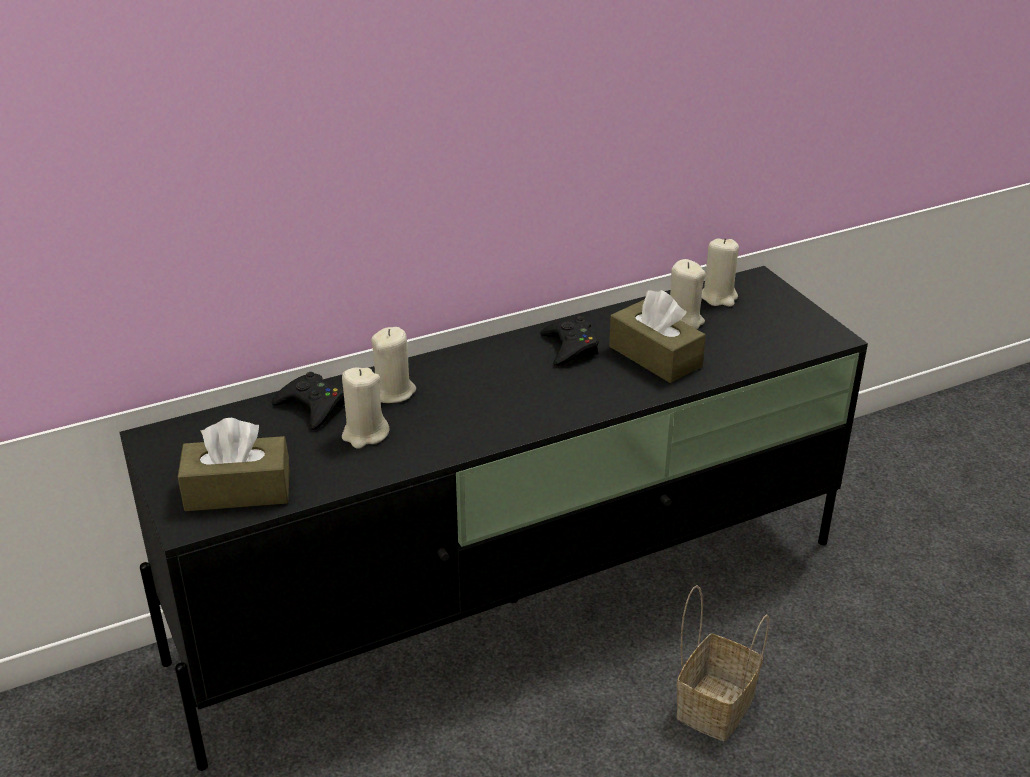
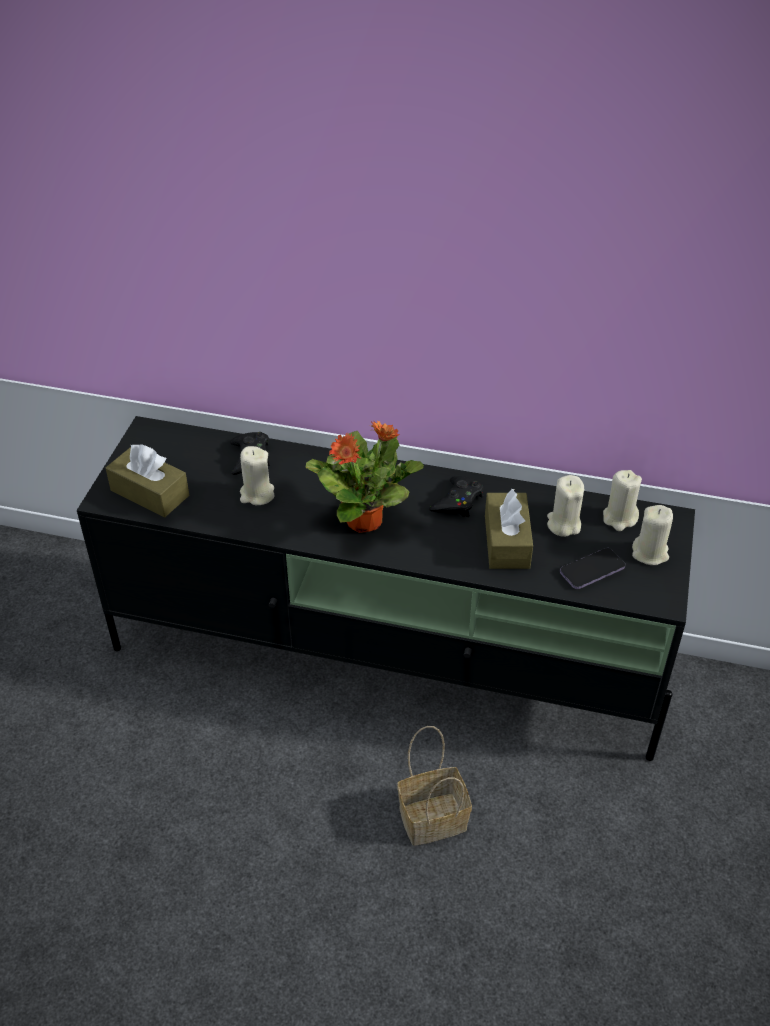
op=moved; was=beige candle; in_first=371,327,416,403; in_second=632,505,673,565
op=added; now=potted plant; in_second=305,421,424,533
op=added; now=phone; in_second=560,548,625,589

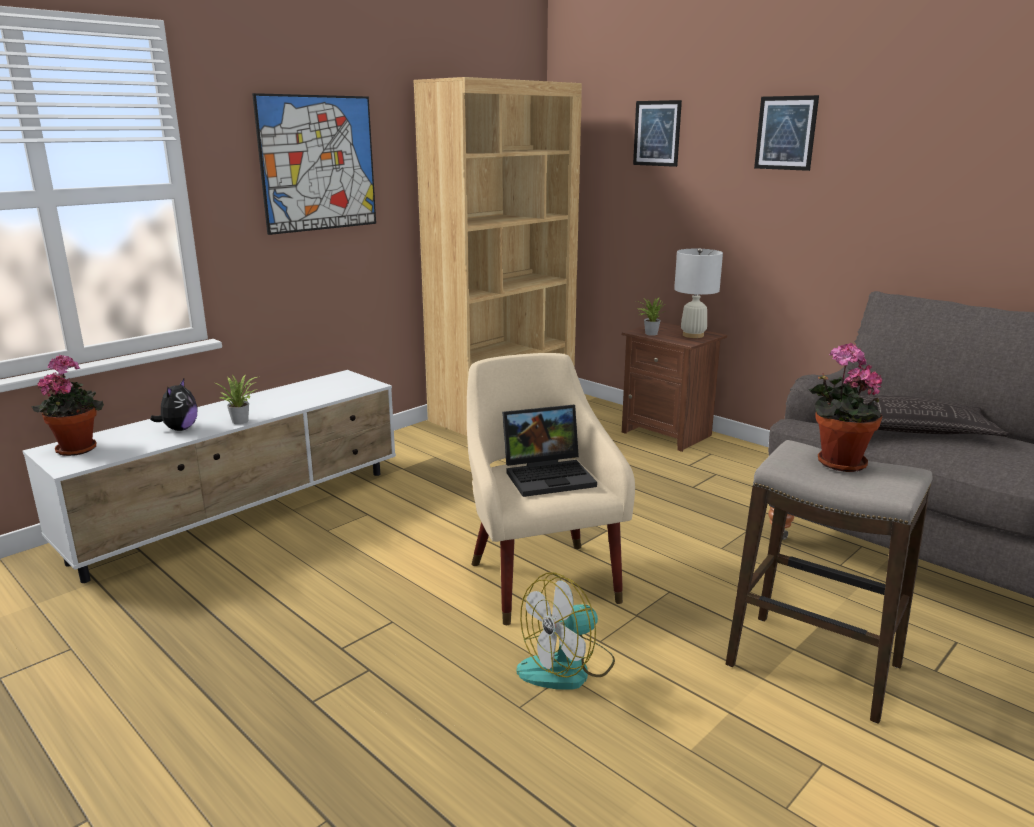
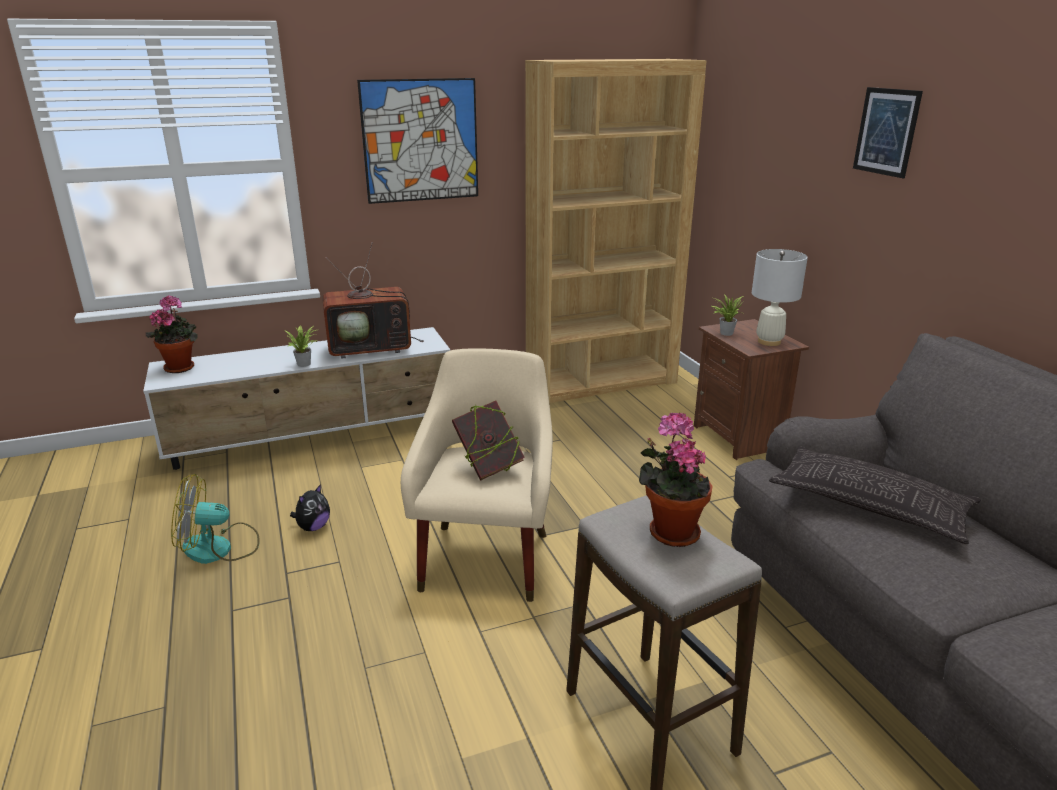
op=removed; was=picture; in_first=633,100,682,167
op=moved; was=plush toy; in_first=150,379,198,431; in_second=290,484,330,531
op=replaced; was=laptop; now=book; in_first=502,405,597,497; in_second=452,401,525,481
op=moved; was=fan; in_first=517,572,615,690; in_second=171,474,260,564
op=added; now=television; in_second=322,242,424,359

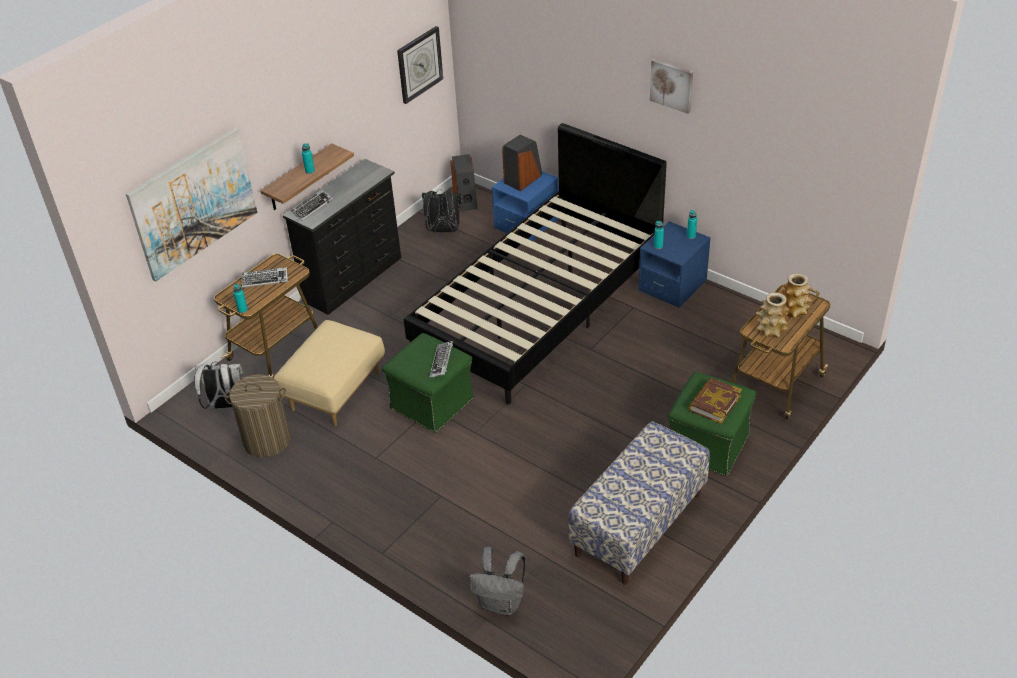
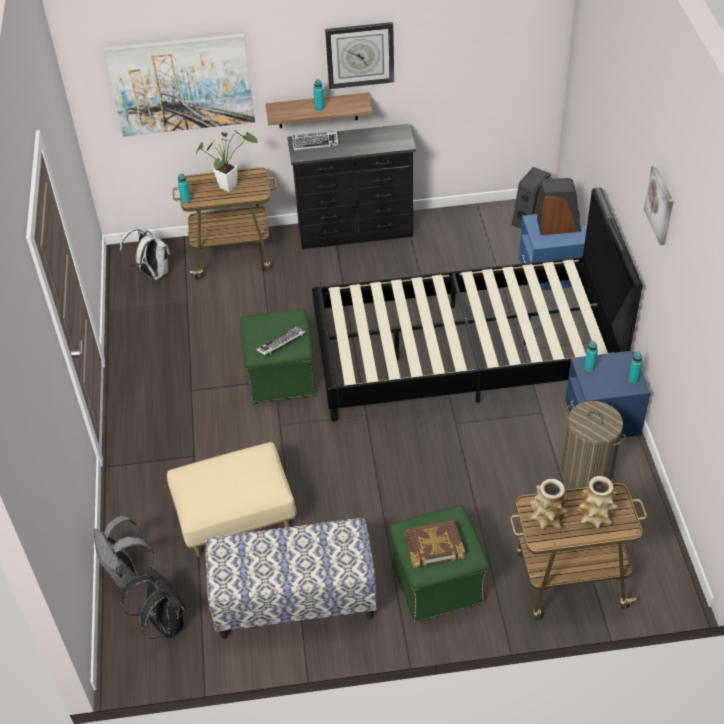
op=moved; was=wall clock; in_first=397,26,443,104; in_second=325,22,394,89
op=moved; was=black backpack; in_first=422,190,462,233; in_second=121,567,186,639
op=replaced; was=keyboard; now=potted plant; in_first=241,267,288,288; in_second=196,129,258,192
op=moved; was=beige ottoman; in_first=274,320,385,426; in_second=167,442,296,557
op=moved; was=laundry basket; in_first=224,374,291,457; in_second=562,401,626,488

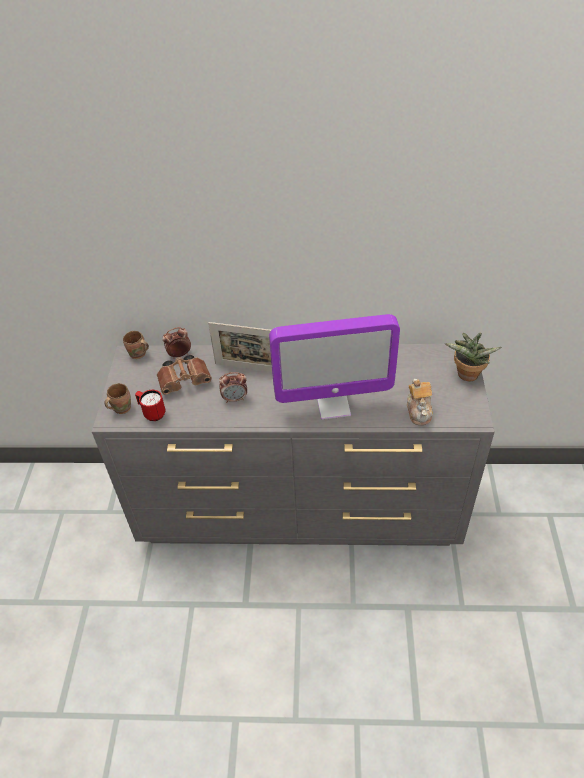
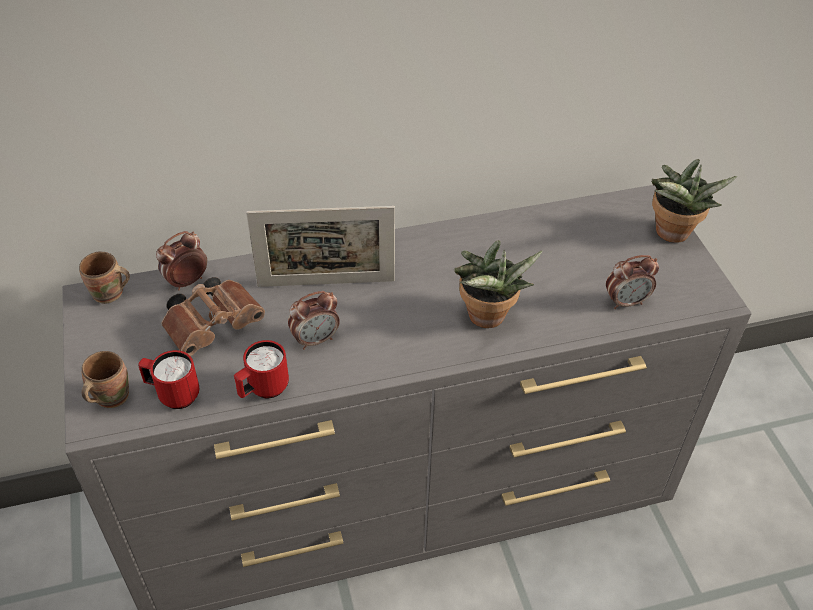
op=replaced; was=monitor; now=potted plant; in_first=269,314,400,420; in_second=454,240,542,328
op=replaced; was=teapot; now=alarm clock; in_first=407,379,433,425; in_second=606,255,659,309
op=added; now=red mug; in_second=234,340,289,398

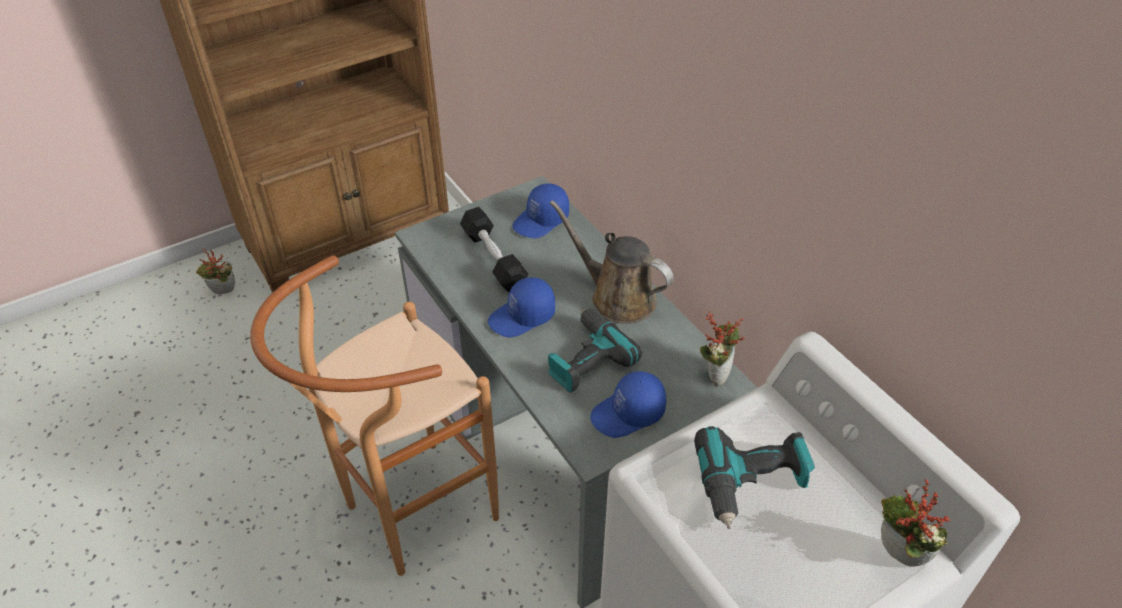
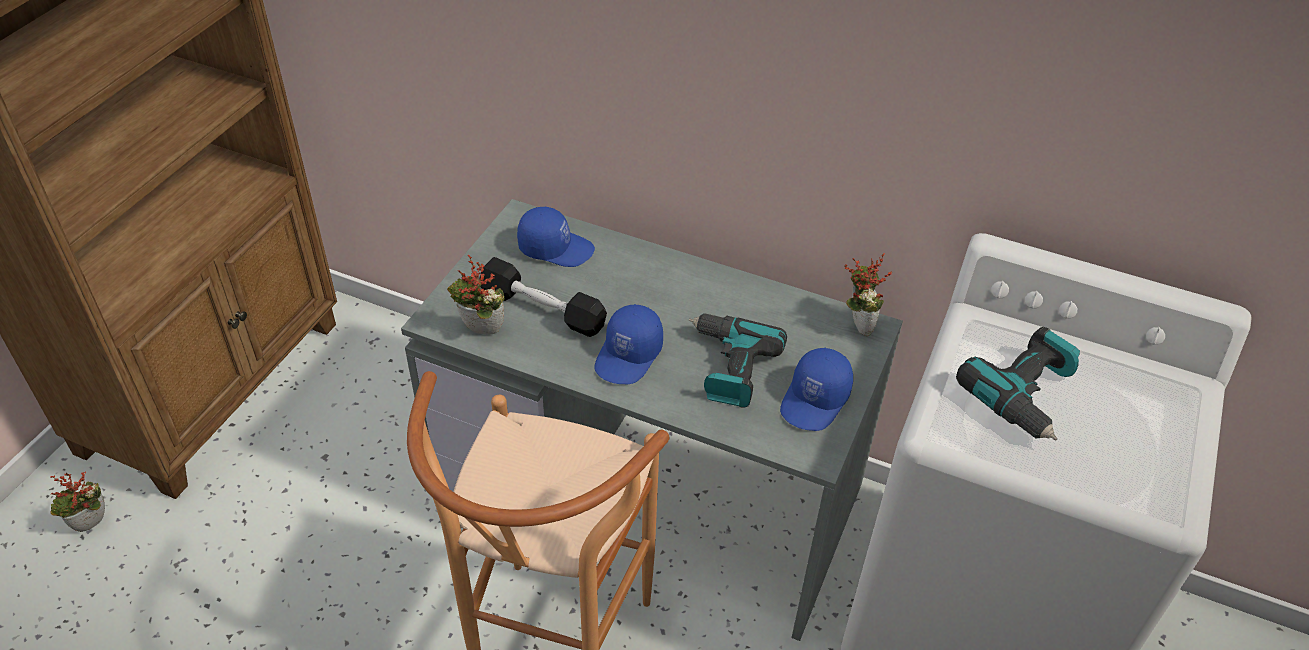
op=turned; was=blue cap; in_first=512,184,569,238; in_second=517,207,595,267; clockwise=-90
op=removed; was=brown watering can; in_first=550,200,673,324
op=moved; was=potted plant; in_first=881,479,950,567; in_second=447,255,505,335

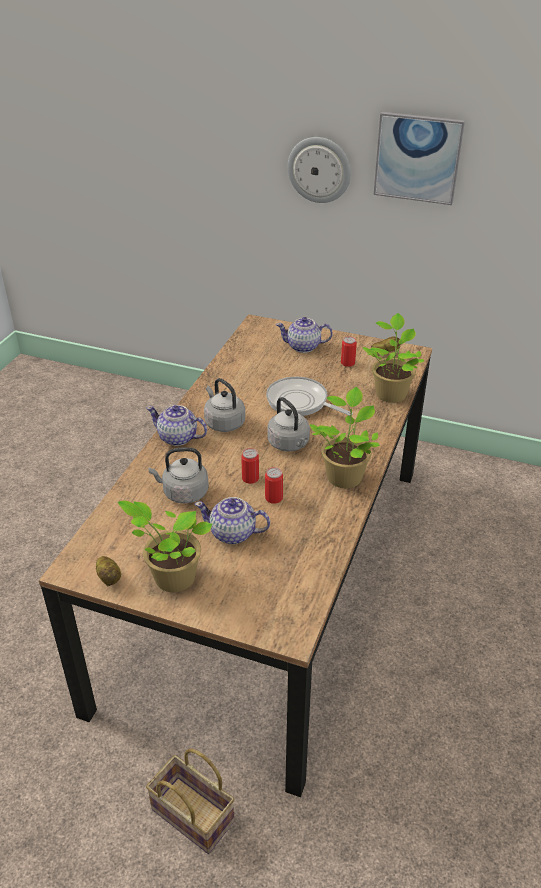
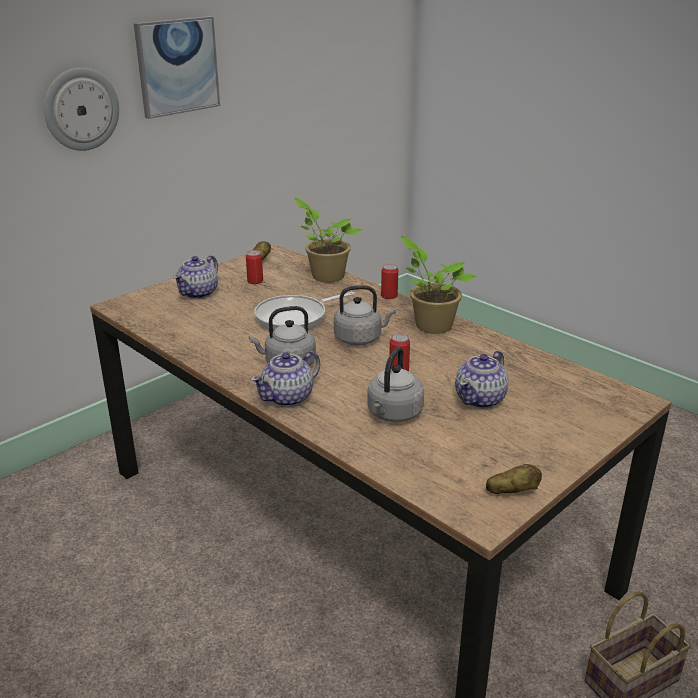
op=moved; was=can; in_first=265,467,283,504; in_second=381,264,398,299
op=removed; was=potted plant; in_first=118,500,213,592

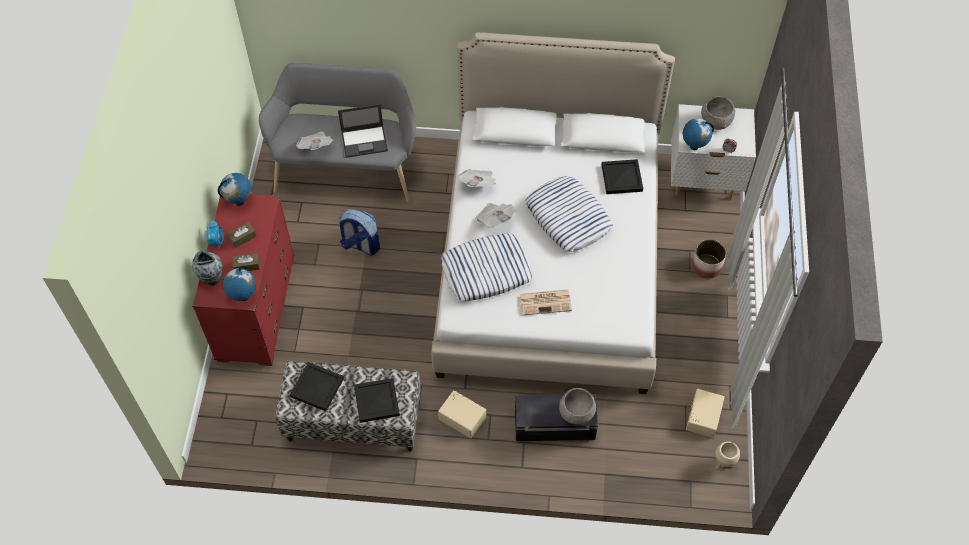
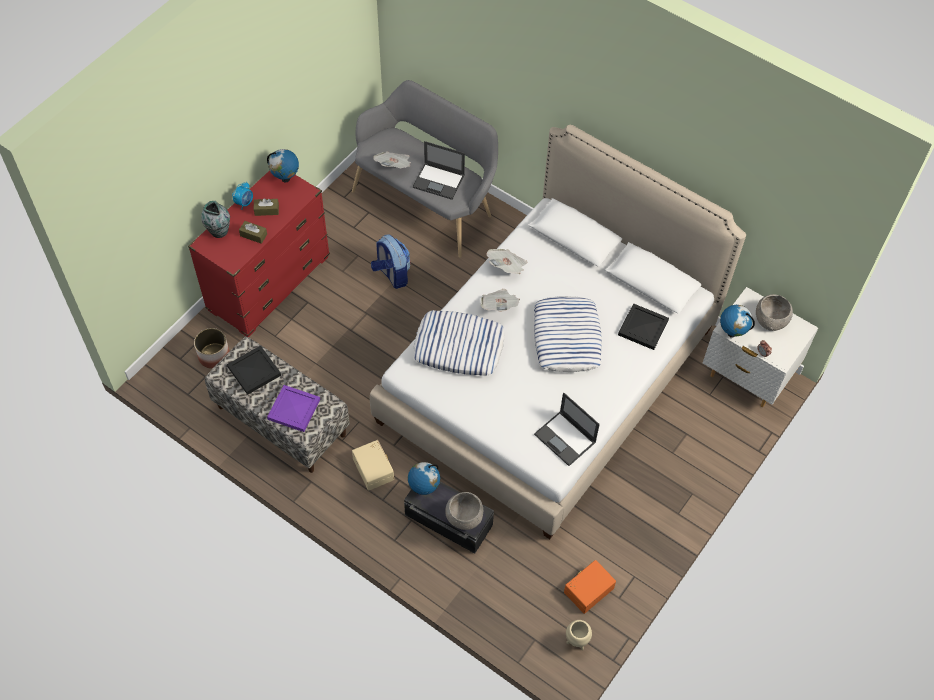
op=moved; was=planter; in_first=692,239,726,279; in_second=194,328,230,369
op=moved; was=globe; in_first=223,266,256,301; in_second=408,462,440,495
op=removed; was=newspaper; in_first=520,290,572,315
op=recoloured; was=black tray; now=purple tray; in_first=354,378,400,423; in_second=267,385,320,432
op=recoloured; was=beige storage box; now=orange storage box; in_first=686,389,725,438; in_second=564,560,616,614
op=added; now=laptop; in_second=534,393,600,466

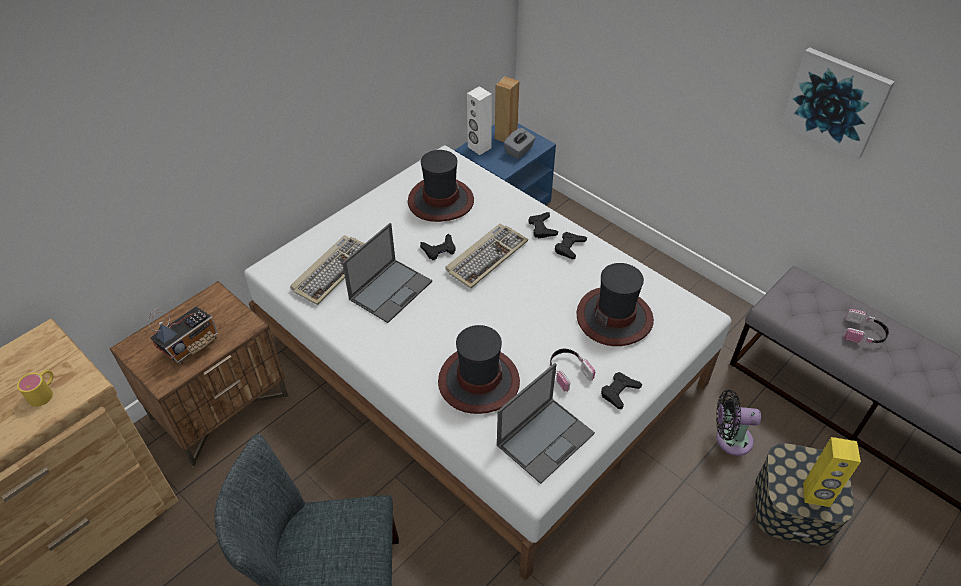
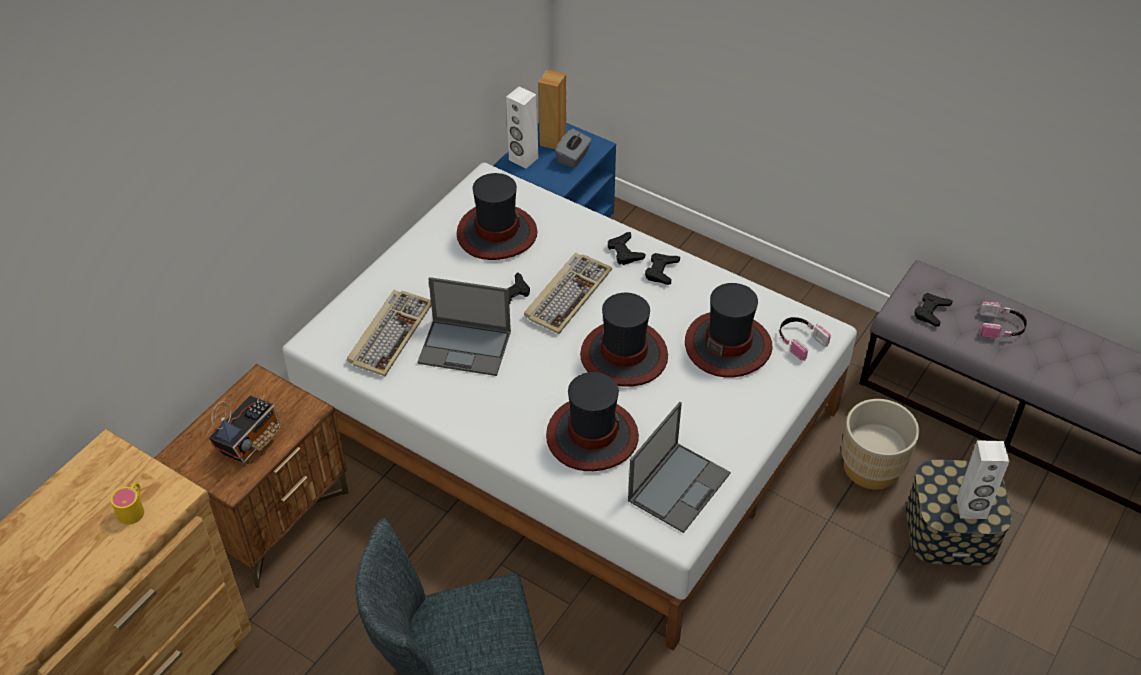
op=removed; was=picture; in_first=781,47,895,159
op=turned; was=laptop; in_first=342,223,432,323; in_second=417,277,511,376; clockwise=75
op=moved; was=headphones; in_first=550,349,595,392; in_second=780,317,831,361
op=moved; was=black game controller; in_first=601,372,642,409; in_second=914,293,953,327
op=replaced; was=black fan; now=beige planter; in_first=716,390,761,456; in_second=841,399,919,490
op=recoloured; was=yellow speaker; now=white speaker; in_first=803,437,861,507; in_second=956,440,1009,519
op=added; now=hat; in_second=580,293,668,387

